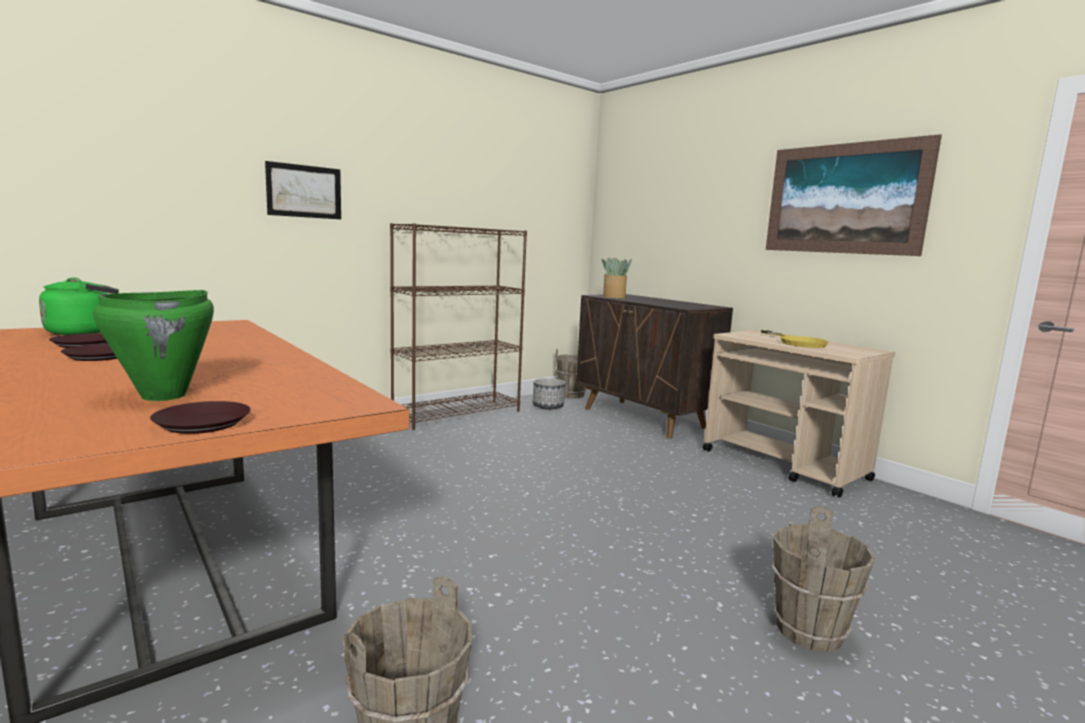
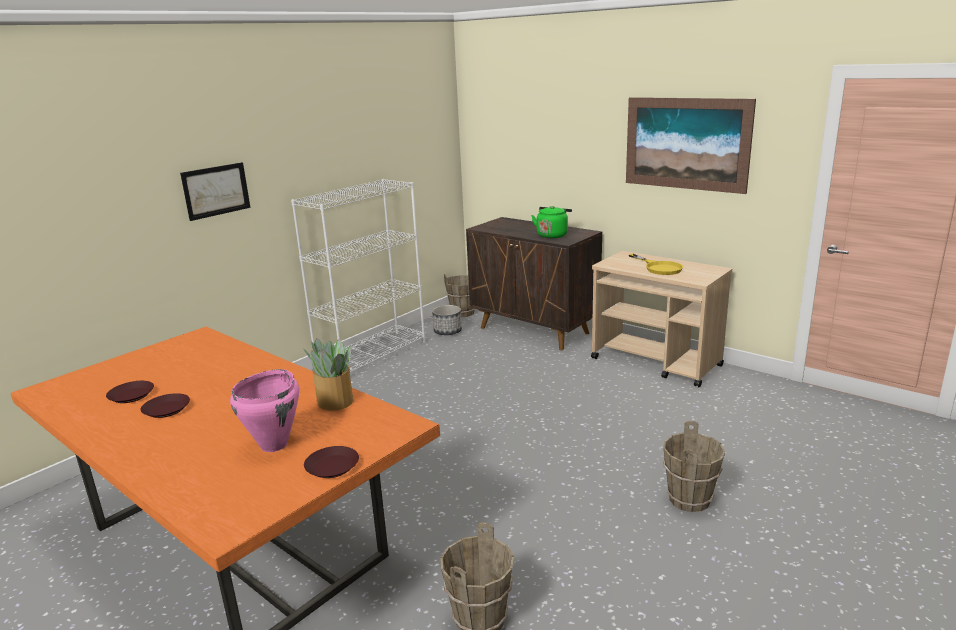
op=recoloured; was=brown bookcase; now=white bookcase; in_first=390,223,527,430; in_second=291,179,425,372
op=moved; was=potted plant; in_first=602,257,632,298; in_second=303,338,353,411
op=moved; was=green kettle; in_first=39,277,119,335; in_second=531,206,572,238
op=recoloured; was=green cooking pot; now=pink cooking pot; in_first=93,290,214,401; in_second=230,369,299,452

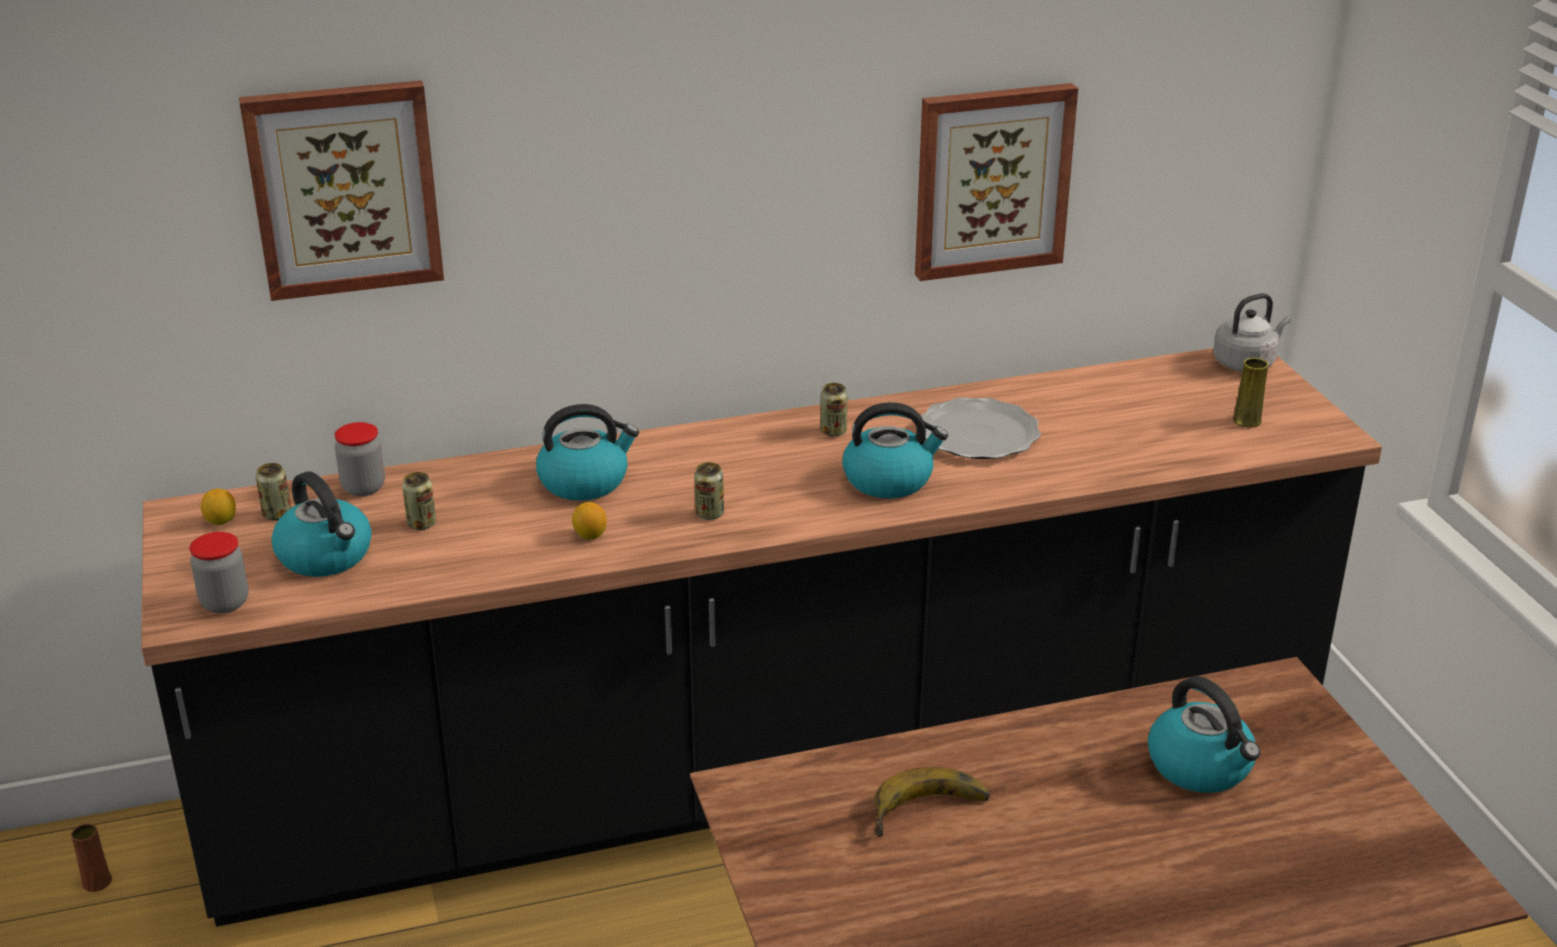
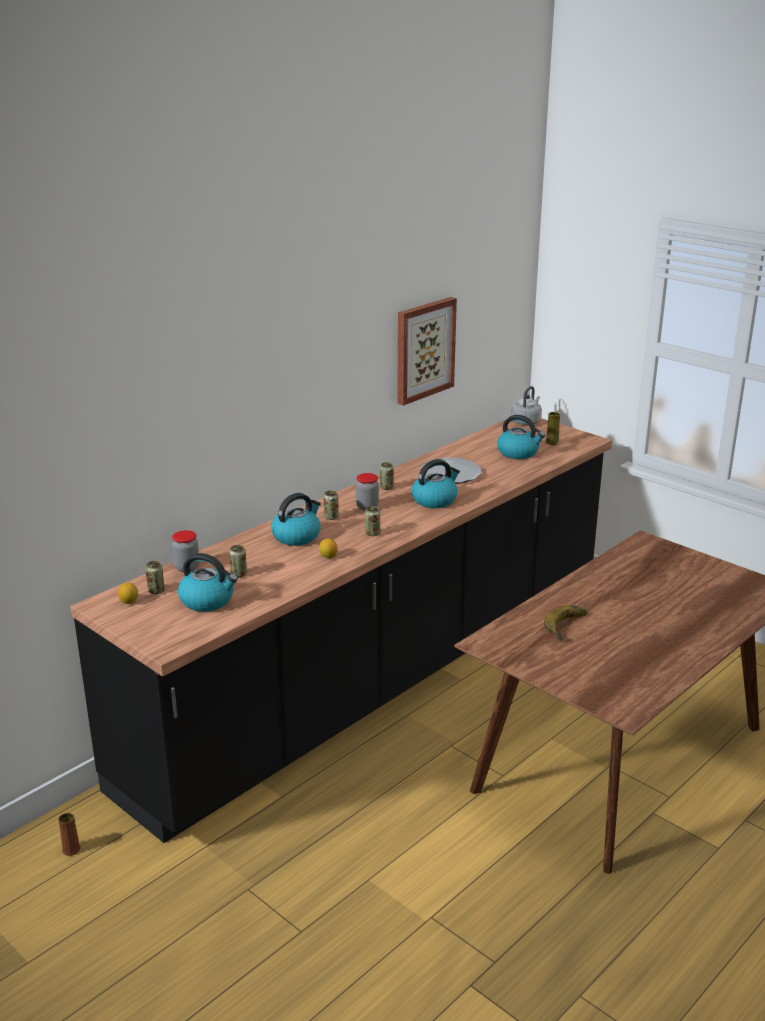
op=removed; was=picture; in_first=239,80,444,301
op=moved; was=jar; in_first=190,532,249,613; in_second=356,473,379,511
op=moved; was=kettle; in_first=1148,676,1260,793; in_second=497,415,545,459
op=added; now=can; in_second=323,490,339,520

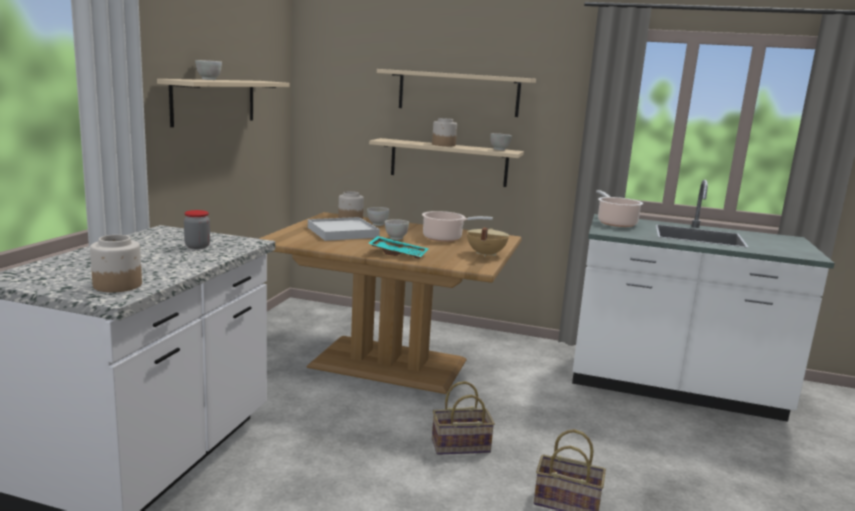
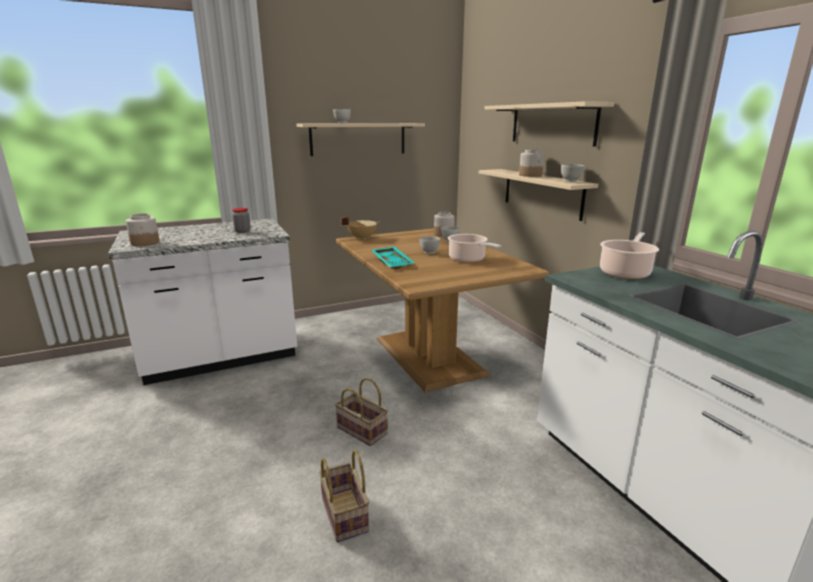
op=removed; was=white tray; in_first=308,217,380,241
op=moved; was=beige cooking pot; in_first=467,228,509,257; in_second=340,217,379,240

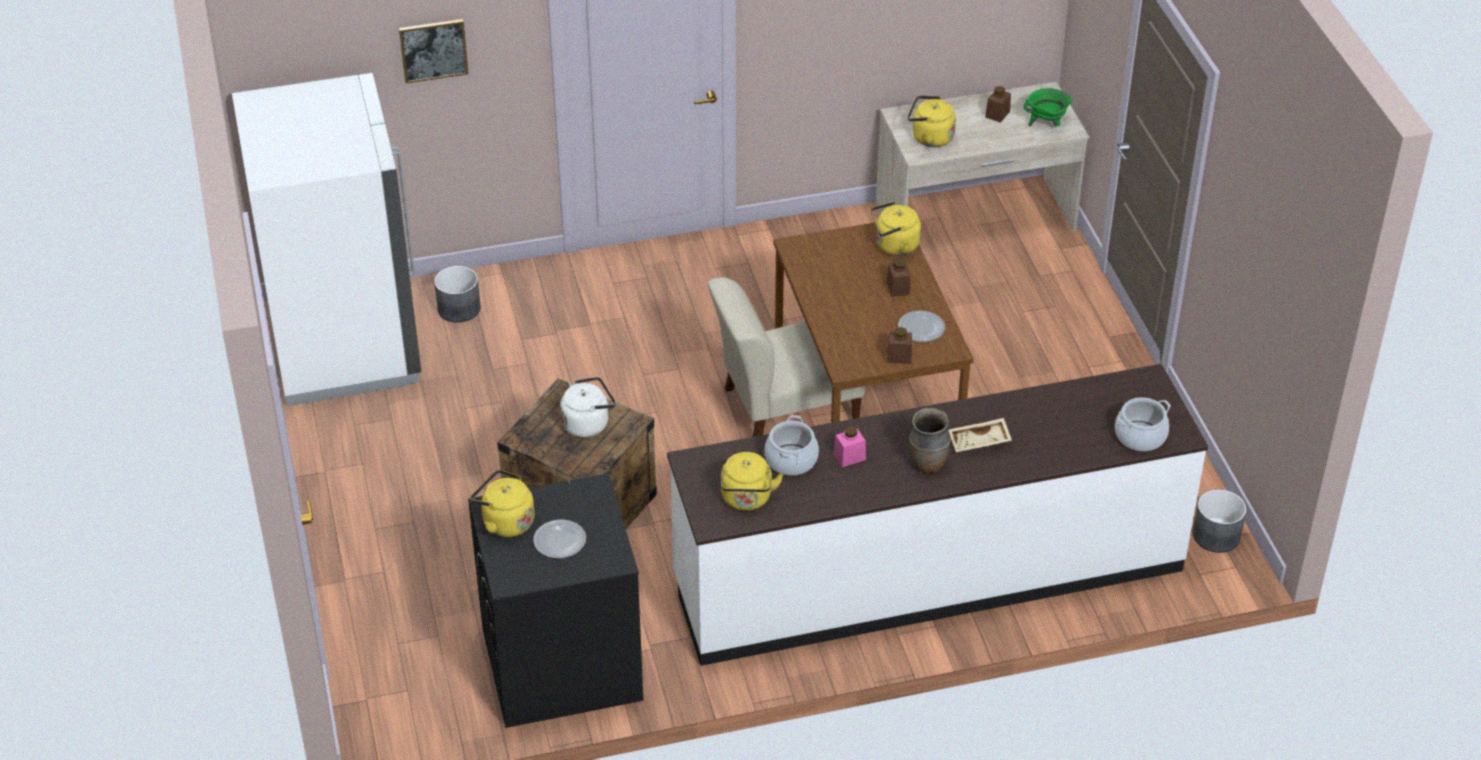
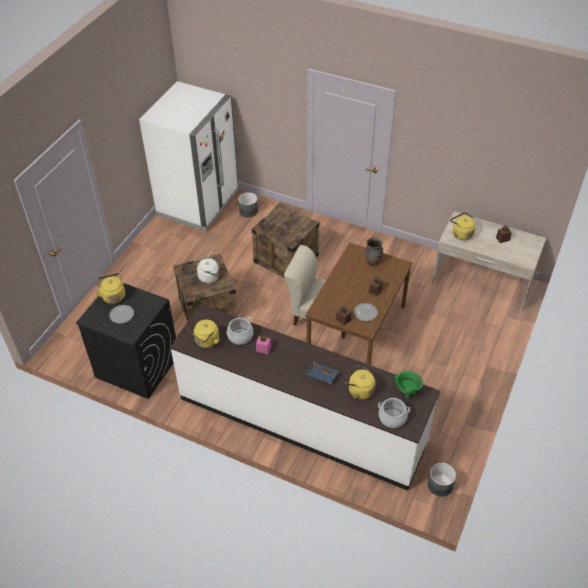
op=removed; was=picture; in_first=399,19,469,83
op=moved; was=green cooking pot; in_first=1023,88,1072,126; in_second=394,371,423,398
op=moved; was=yellow kettle; in_first=870,201,921,256; in_second=345,365,376,400
op=moved; was=brown vase; in_first=909,408,951,473; in_second=365,237,383,266
op=recoloured; was=beige tray; now=blue tray; in_first=948,418,1012,452; in_second=305,362,339,384
op=added; now=crate; in_second=252,203,319,278

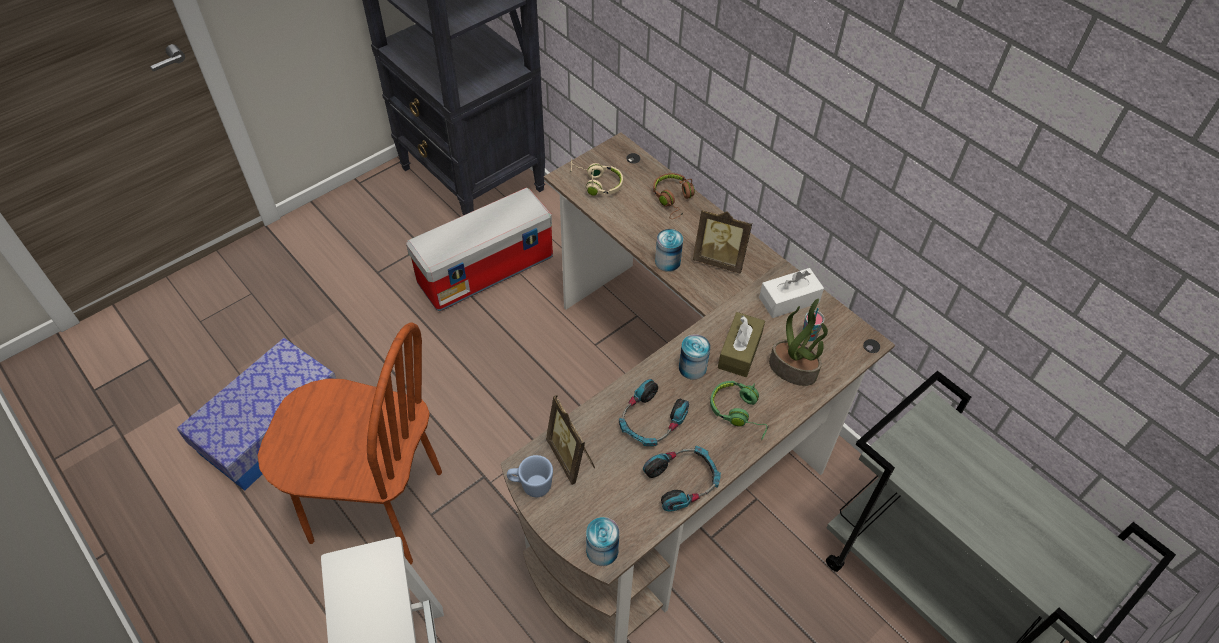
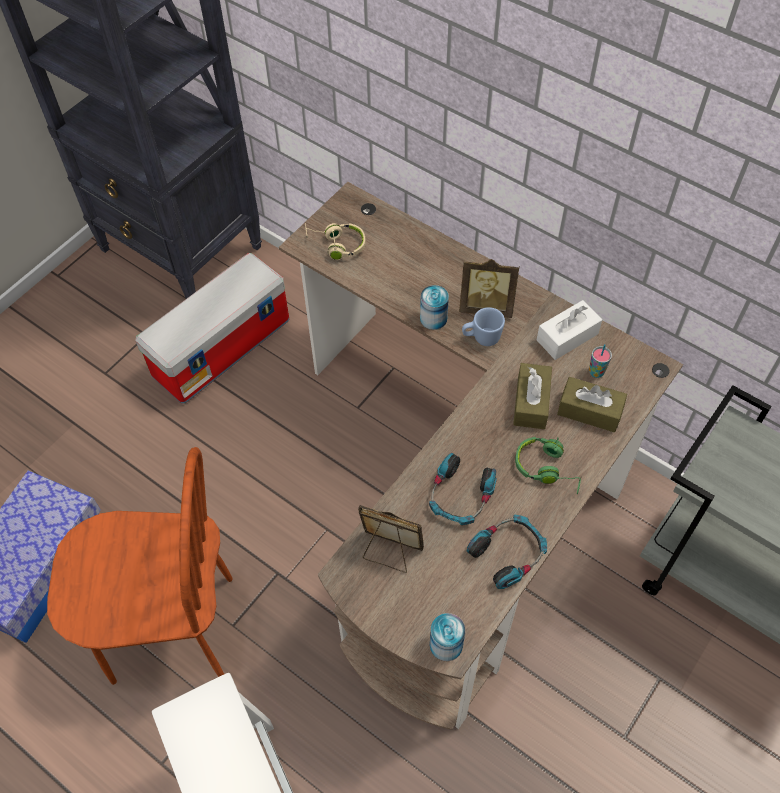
op=removed; was=brown headphones; in_first=653,173,695,219
op=replaced; was=potted plant; now=brown tissue box; in_first=769,299,828,386; in_second=557,377,627,432
op=removed; was=can; in_first=679,334,711,380
op=turned; was=picture frame; in_first=546,395,595,485; in_second=358,505,424,573; clockwise=150
op=moved; was=blue mug; in_first=507,455,553,497; in_second=462,307,505,346

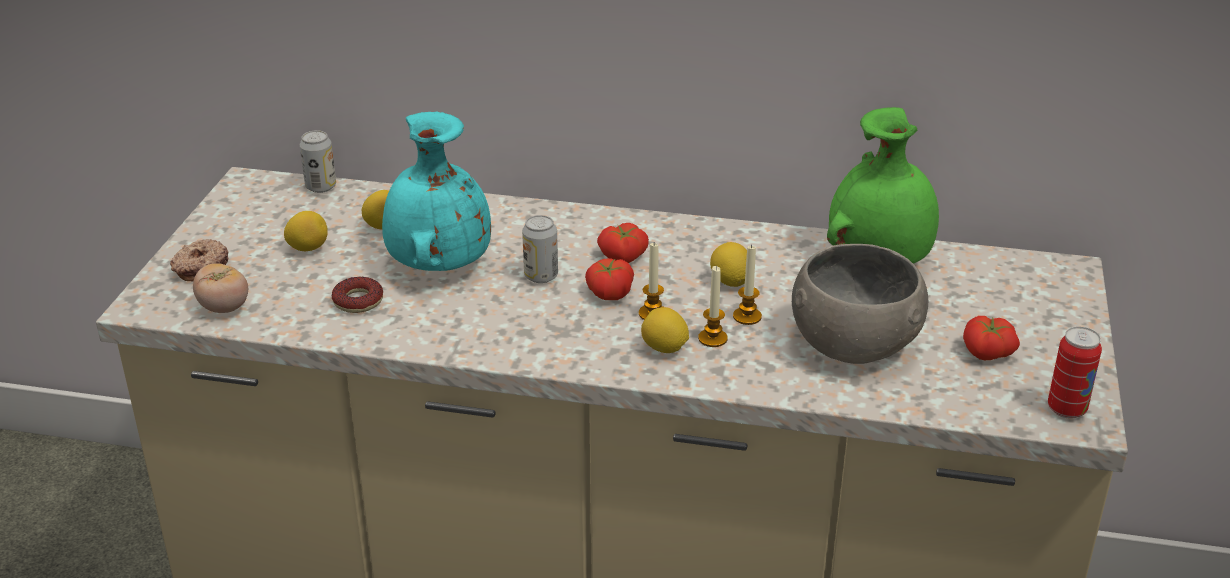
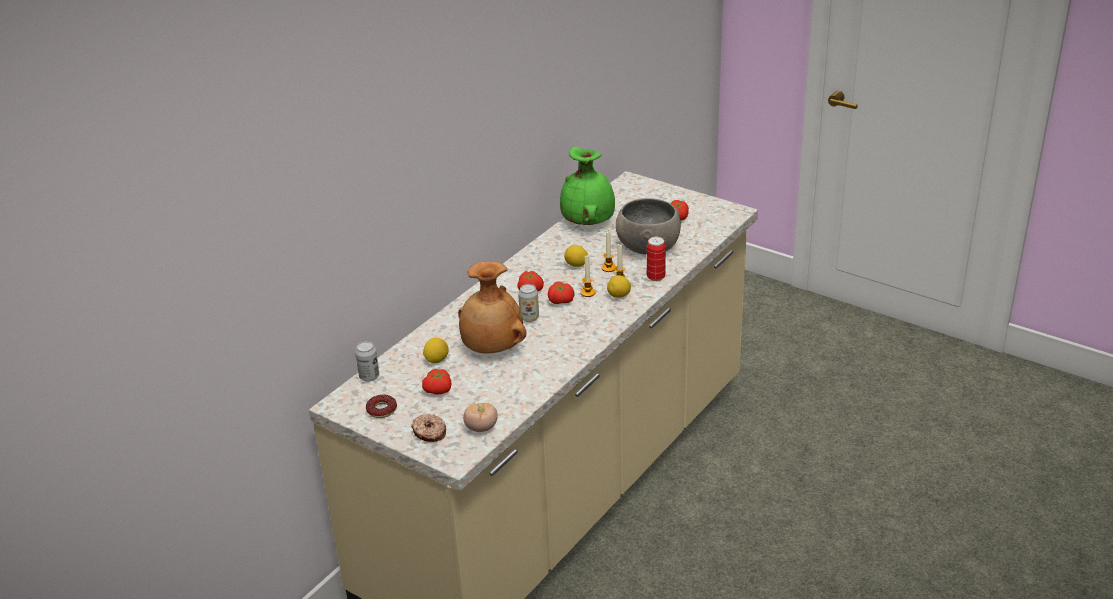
op=recoloured; was=turquoise vase; now=brown vase; in_first=382,112,491,271; in_second=458,261,527,354
op=replaced; was=lemon; now=tomato; in_first=284,211,328,251; in_second=422,369,451,394
op=moved; was=donut; in_first=332,277,383,313; in_second=366,395,397,418
op=moved; was=can; in_first=1048,327,1102,419; in_second=647,237,666,281

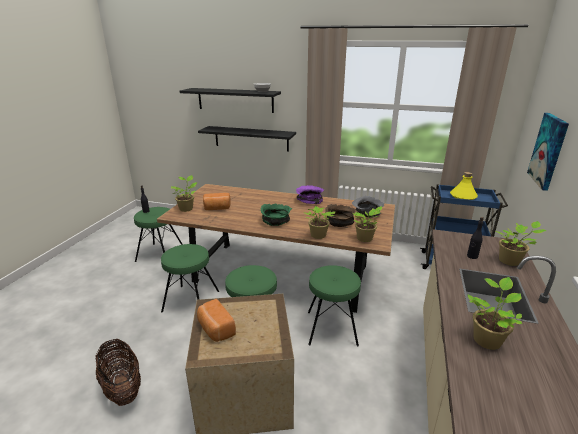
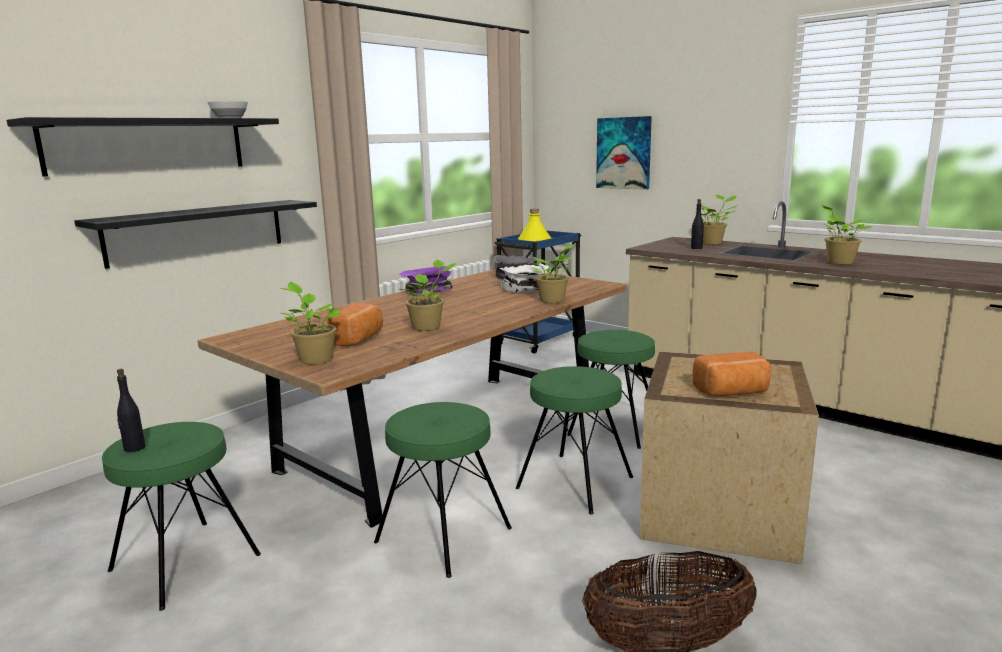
op=removed; was=green bowl; in_first=260,204,292,226
op=recoloured; was=brown bowl; now=white bowl; in_first=325,204,358,227; in_second=500,263,551,293
op=moved; was=potted plant; in_first=352,206,382,242; in_second=397,260,456,331

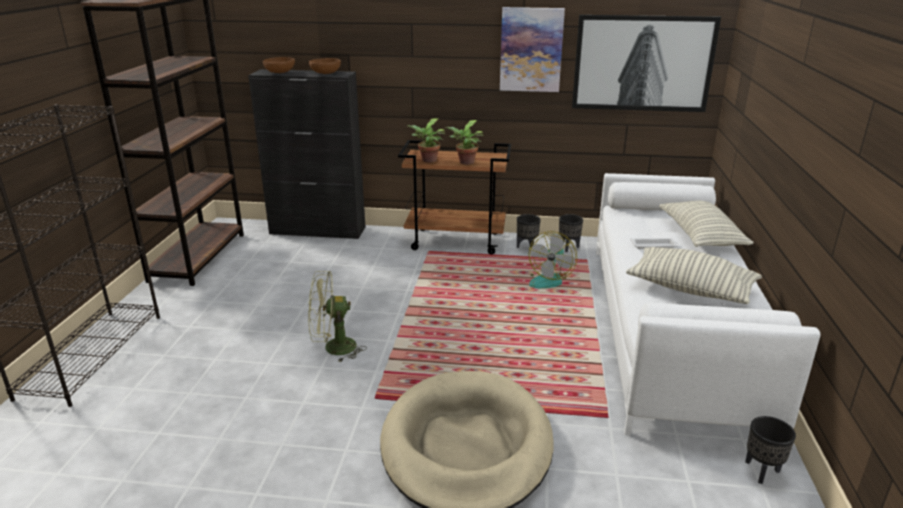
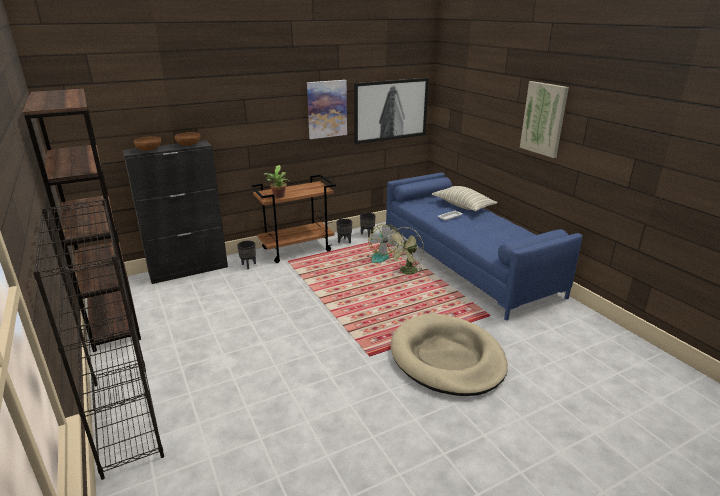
op=removed; was=potted plant; in_first=445,120,483,165
op=recoloured; was=white sofa; now=blue sofa; in_first=596,173,821,435; in_second=386,172,582,321
op=removed; was=pillow; in_first=626,247,762,304
op=moved; was=green fan; in_first=308,271,367,363; in_second=386,227,424,275
op=moved; was=black planter; in_first=745,416,796,484; in_second=237,241,256,269
op=added; now=picture; in_second=520,81,569,158

